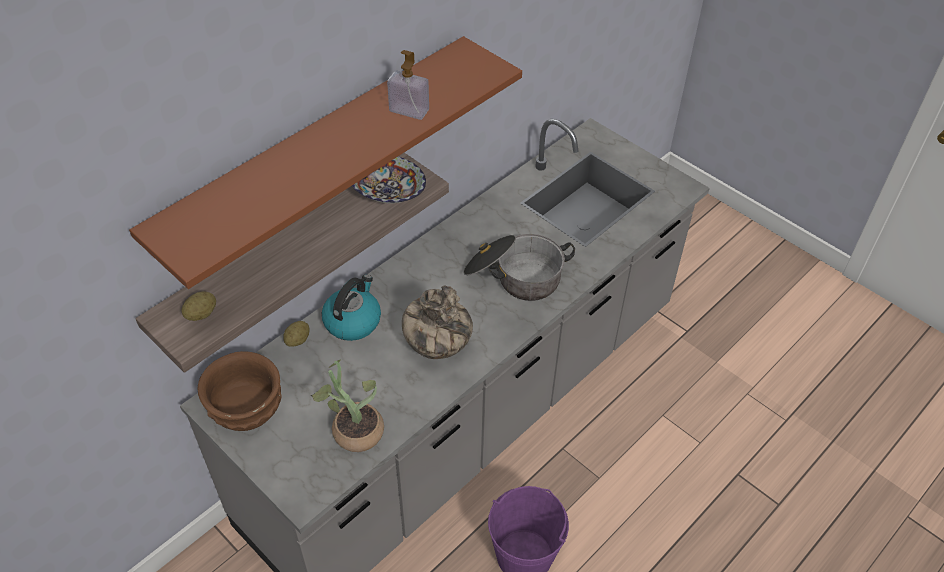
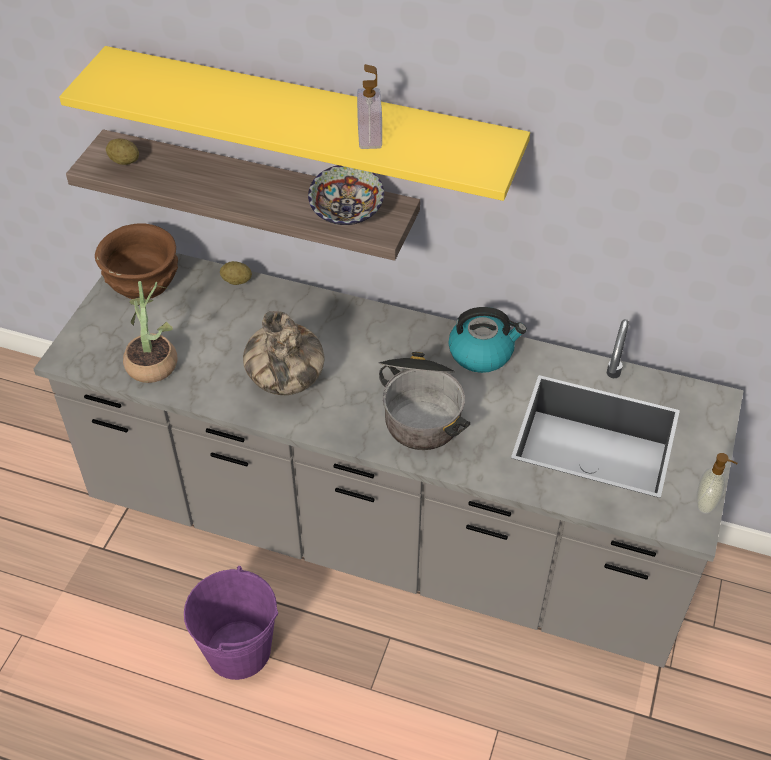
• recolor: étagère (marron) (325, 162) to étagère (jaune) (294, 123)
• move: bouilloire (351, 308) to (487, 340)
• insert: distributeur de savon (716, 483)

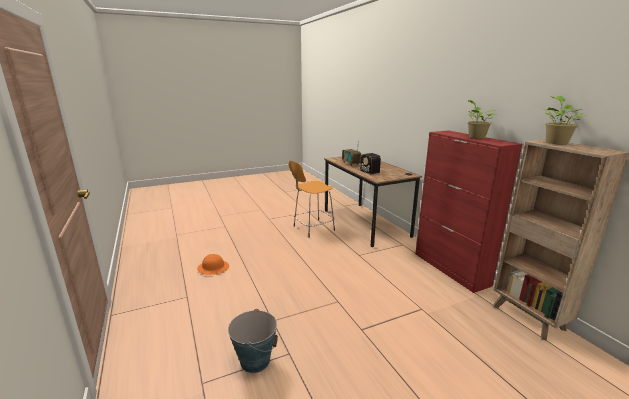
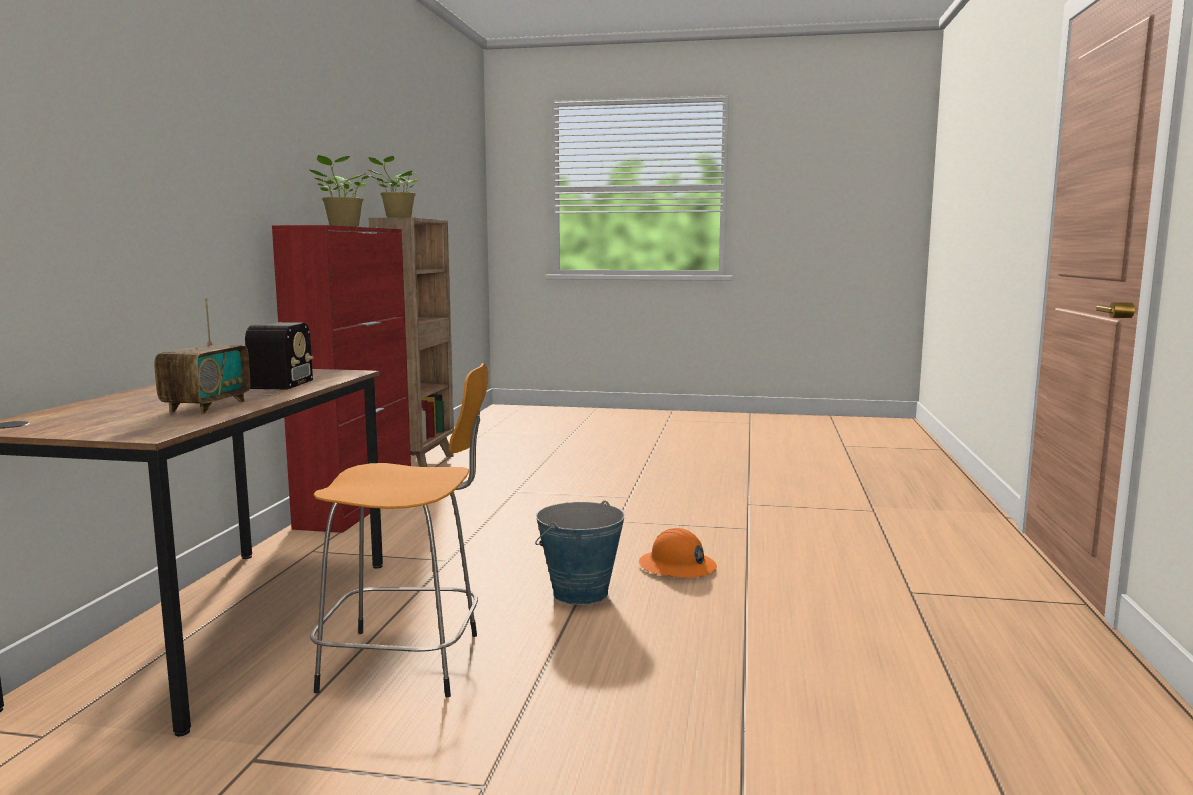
• move: casque de chantier (orange) (213, 264) to (678, 553)
• move: seau (253, 341) to (580, 553)

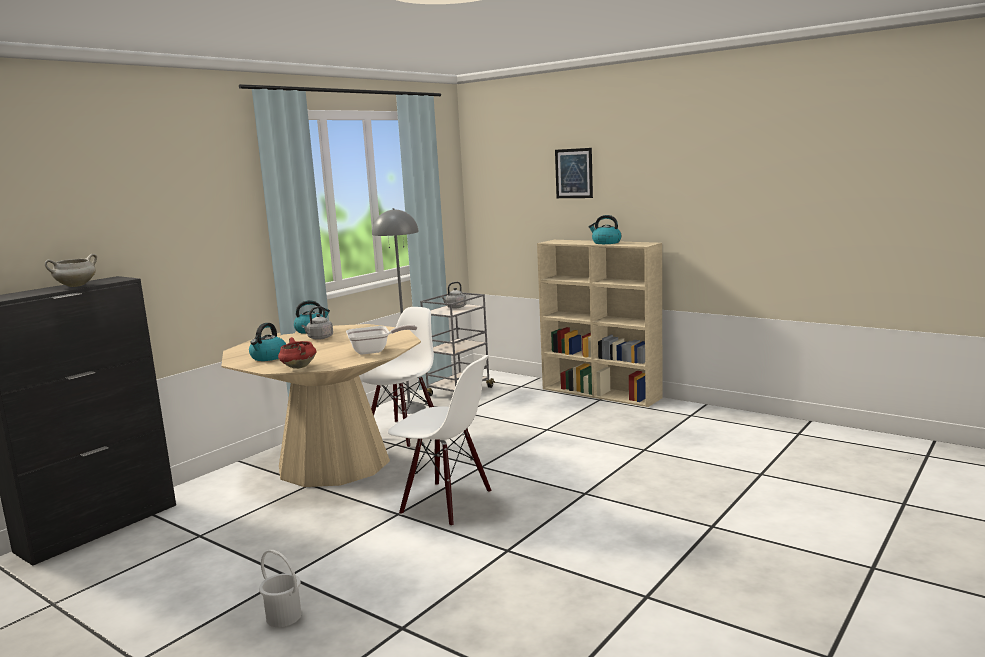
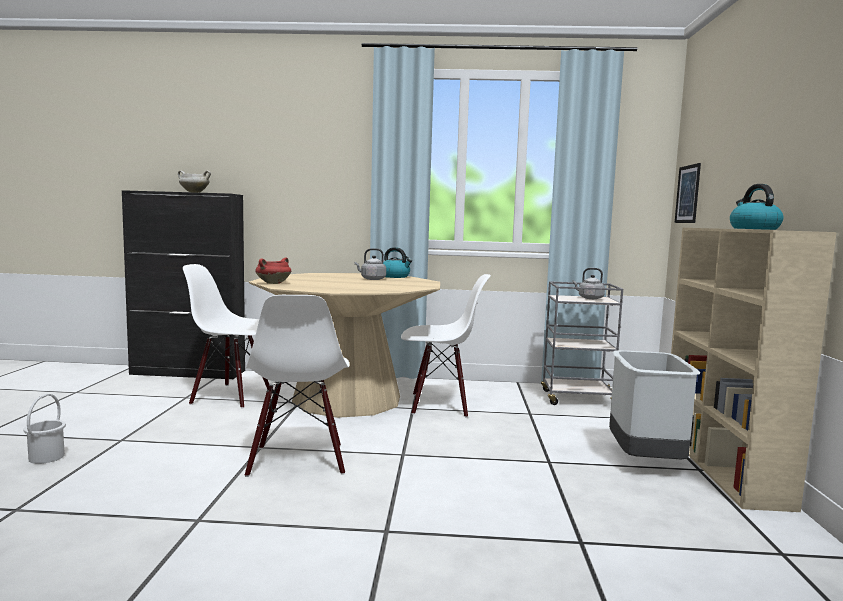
• move: tableau (574, 173) to (688, 193)
• delete: lampadaire (gris) (399, 311)
• delete: bouilloire (267, 342)
• delete: poêle (381, 340)
• insert: chaise (blanc) (226, 336)
• insert: poubelle (gris) (654, 404)

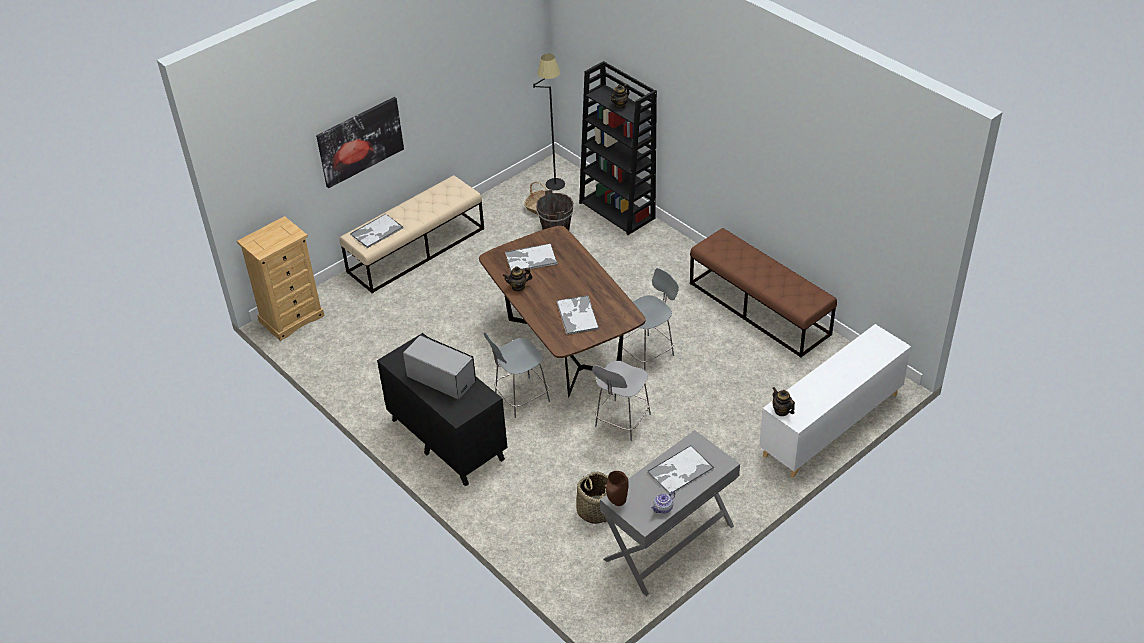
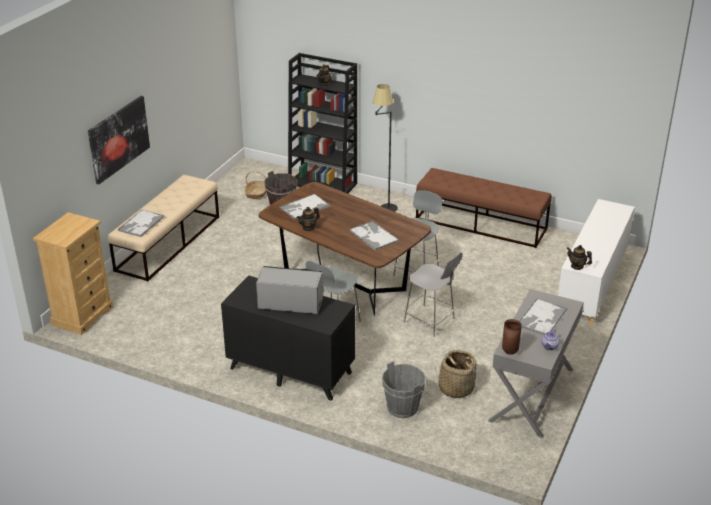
• move: lampadaire (noir) (549, 121) to (385, 148)
• rotate: chaise (gris) (621, 401) = (433, 294) 60 degrees counterclockwise
• insert: seau (gris) (404, 389)

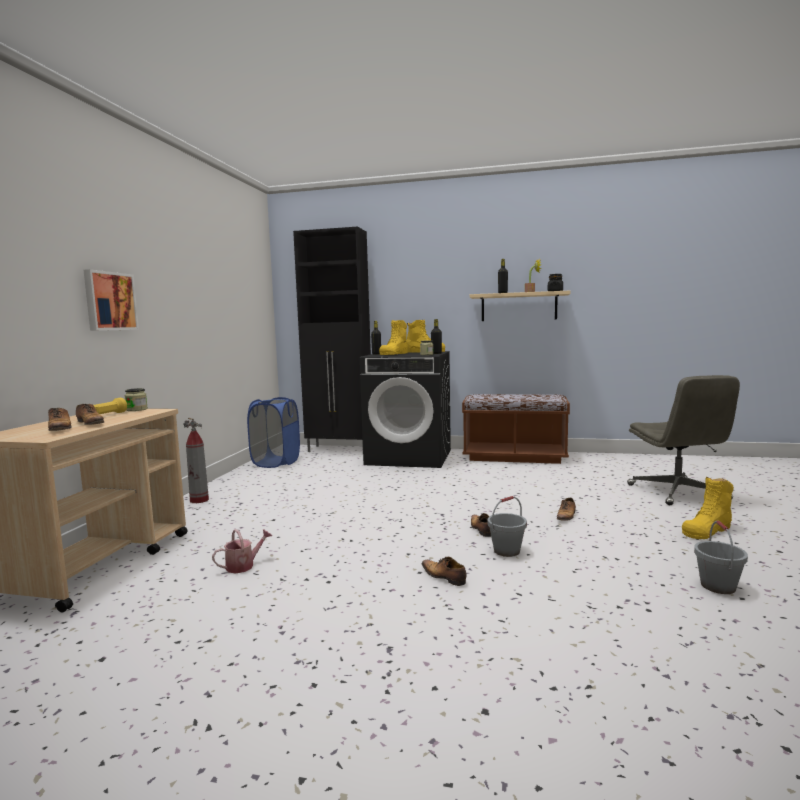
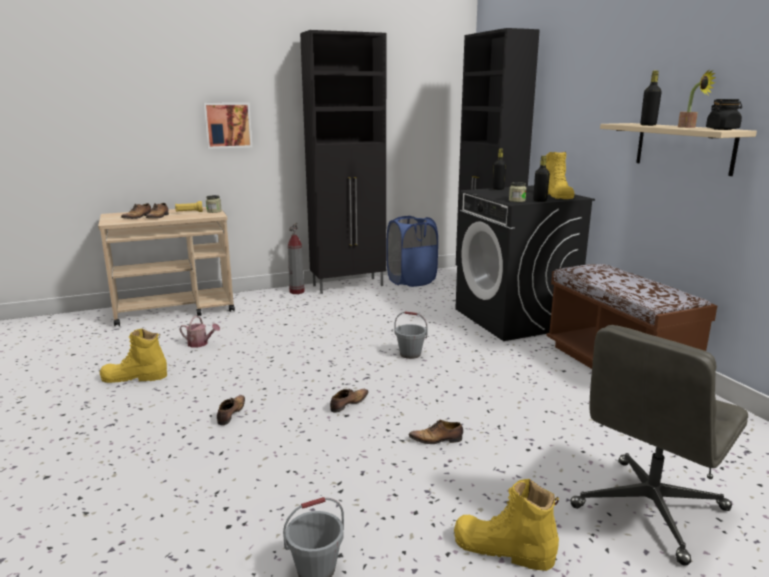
• move: botte (jaune) (393, 337) to (133, 356)
• move: seau (gris) (507, 526) to (411, 335)
• insert: meuble de rangement (noir) (343, 162)

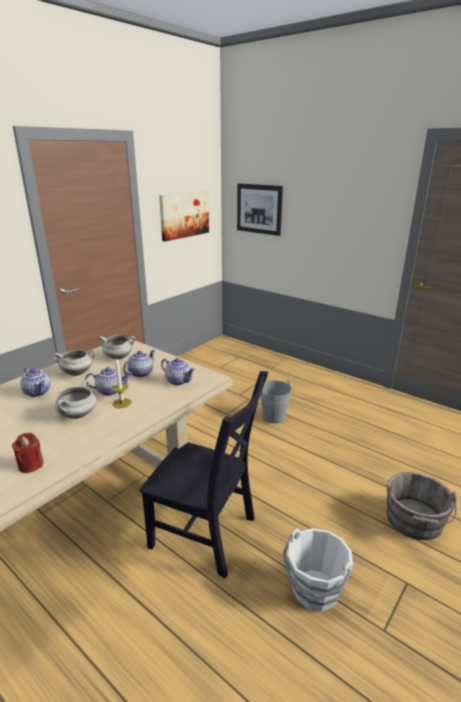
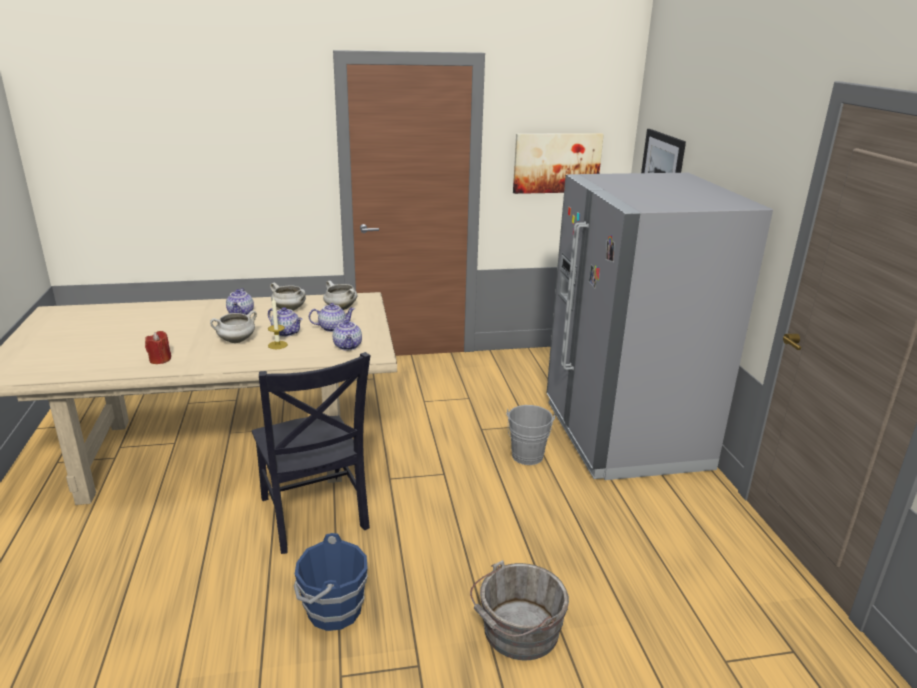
• recolor: seau (blanc) (318, 570) to seau (bleu) (331, 582)
• insert: réfrigérateur (gris) (660, 326)

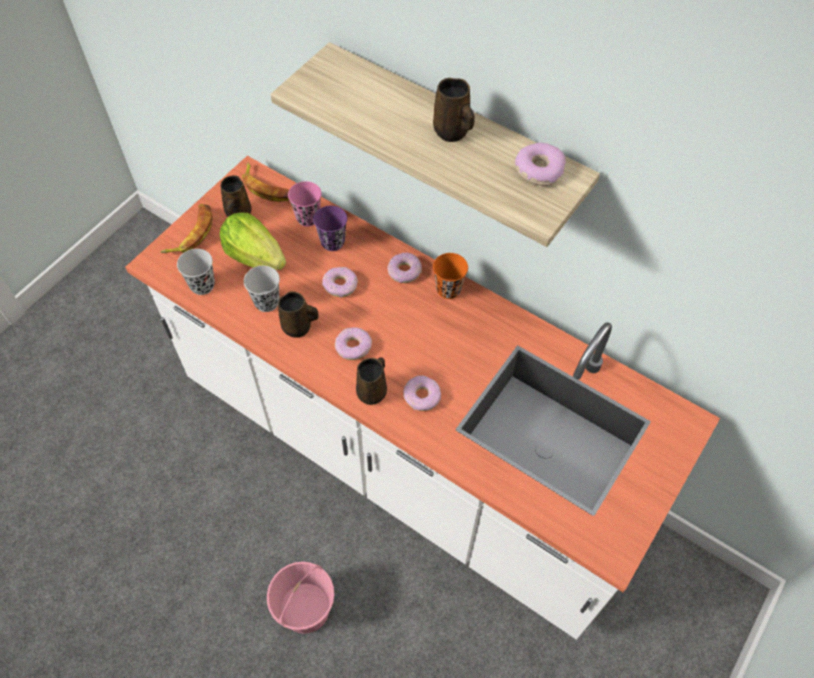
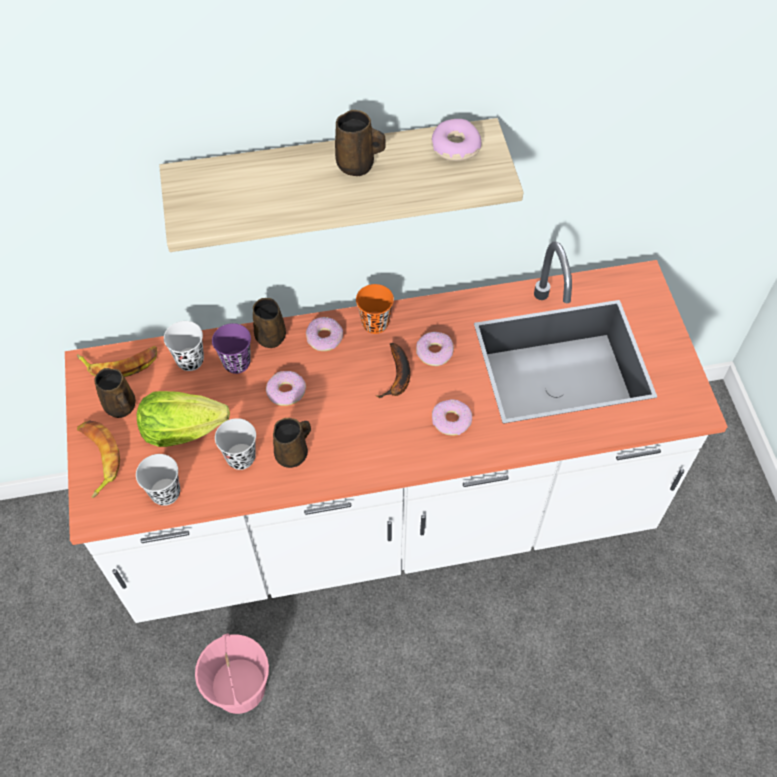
• recolor: tasse (rose) (305, 204) to tasse (blanc) (184, 346)
• move: beignet (353, 343) to (435, 349)
• move: mug (marron) (371, 381) to (269, 323)
• move: seau (rose) (300, 598) to (232, 674)
• insert: banane (393, 370)

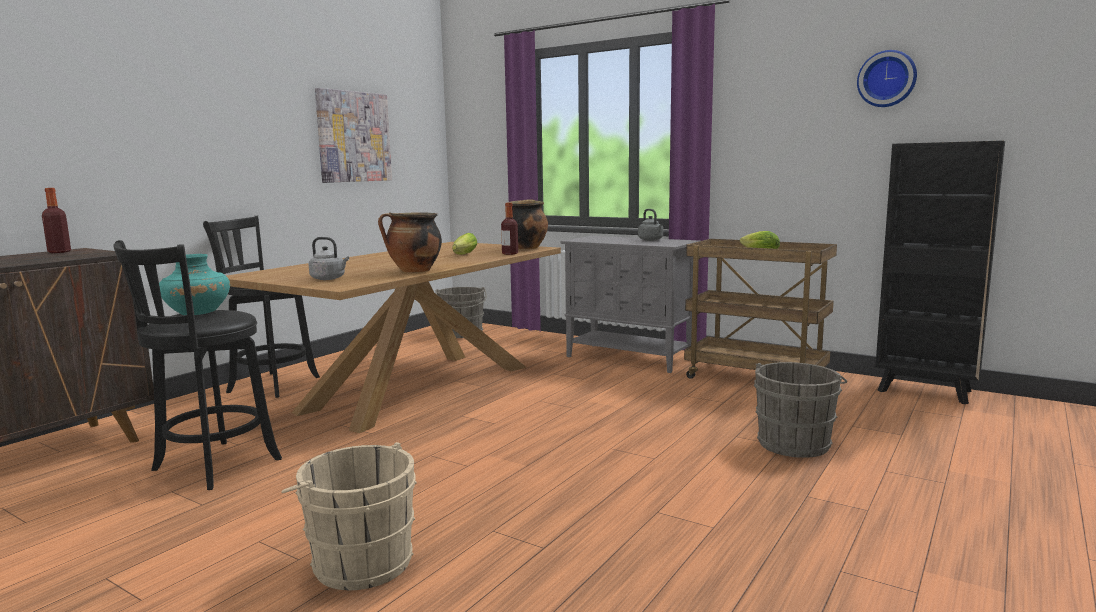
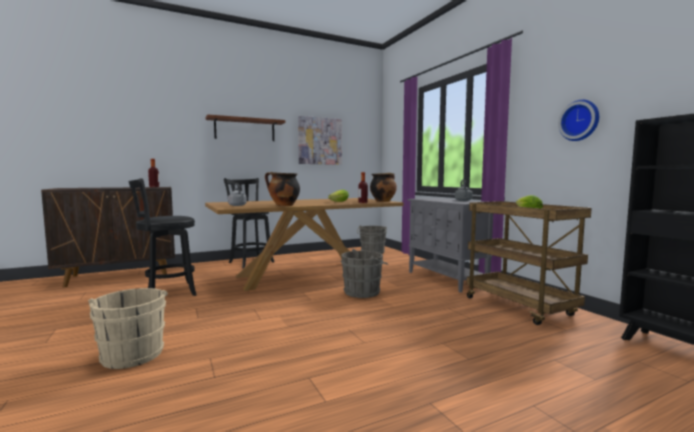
• move: horloge murale (887, 78) to (578, 120)
• delete: vase (turquoise) (194, 284)
• move: seau (gris) (800, 410) to (364, 273)
• insert: étagère (marron) (245, 127)

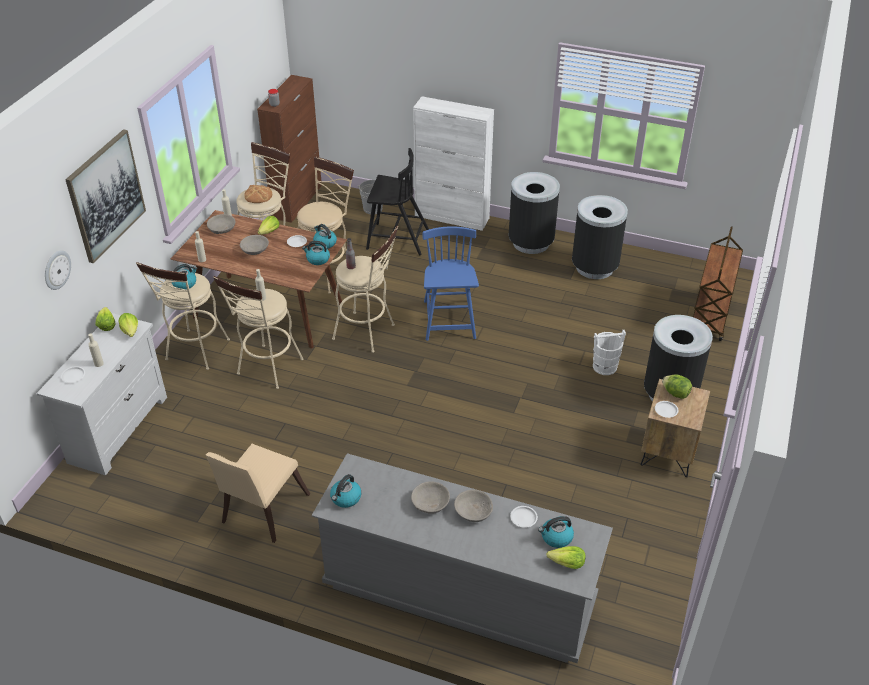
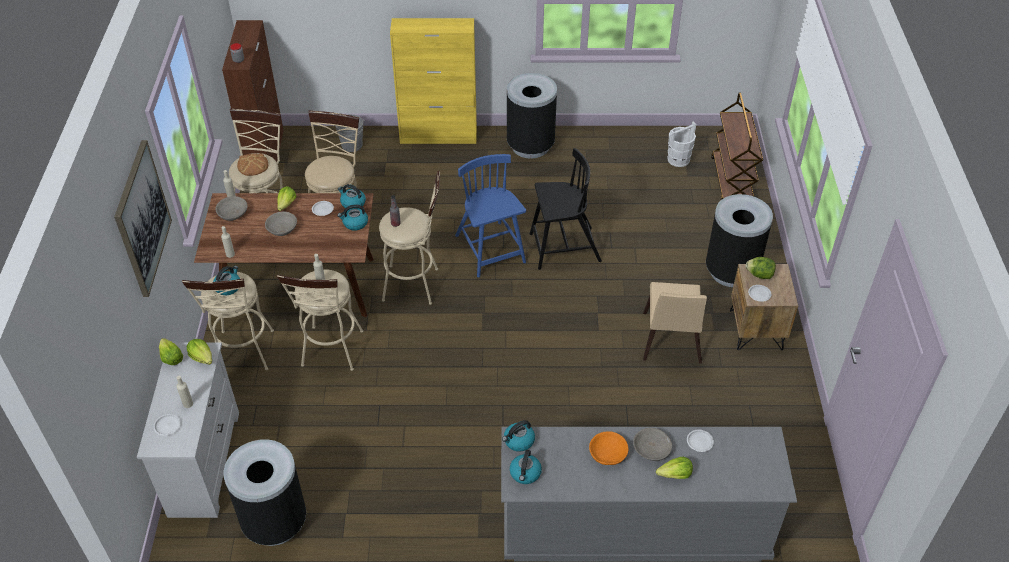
• recolor: meuble de rangement (blanc) (453, 163) to meuble de rangement (jaune) (433, 81)
• move: chaise (noir) (397, 201) to (566, 209)
• move: poubelle (noir) (600, 237) to (265, 492)
• delete: horloge murale (58, 270)
• move: seau (blanc) (609, 352) to (682, 144)
• move: chaise (beige) (258, 493) to (675, 323)
• recolor: bol (gris) (430, 497) to bol (orange) (609, 448)
• move: bouilloire (556, 532) to (518, 436)
• move: laitue (566, 557) to (674, 468)

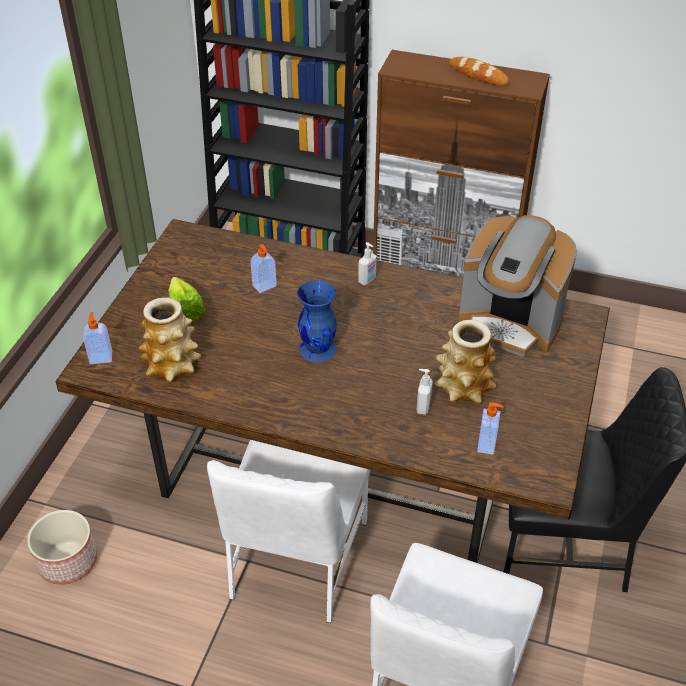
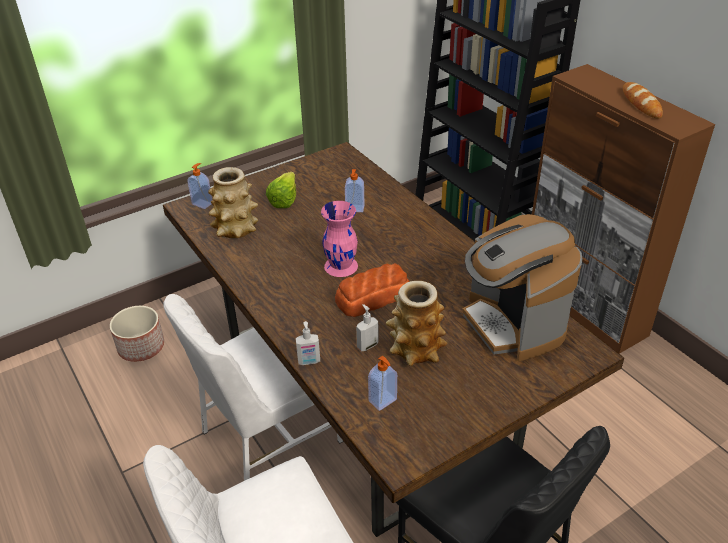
• move: distributeur de savon (367, 263) to (308, 343)
• recolor: vase (bleu) (317, 321) to vase (rose) (339, 239)
• insert: pain (372, 290)

